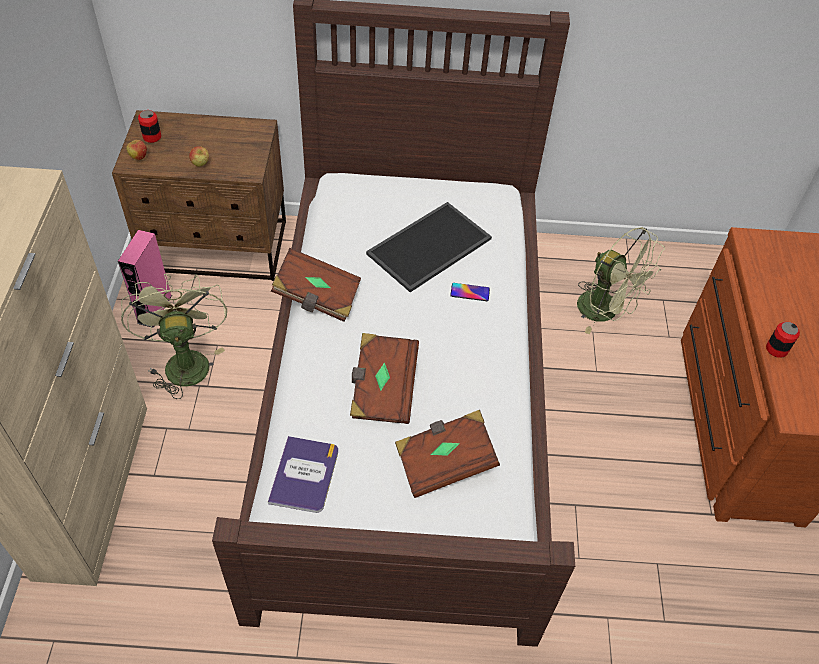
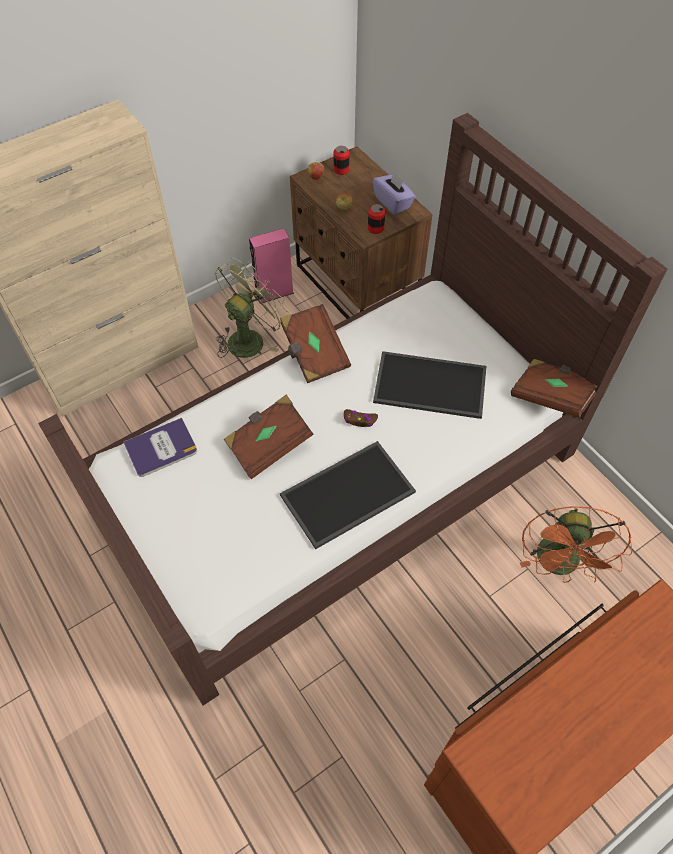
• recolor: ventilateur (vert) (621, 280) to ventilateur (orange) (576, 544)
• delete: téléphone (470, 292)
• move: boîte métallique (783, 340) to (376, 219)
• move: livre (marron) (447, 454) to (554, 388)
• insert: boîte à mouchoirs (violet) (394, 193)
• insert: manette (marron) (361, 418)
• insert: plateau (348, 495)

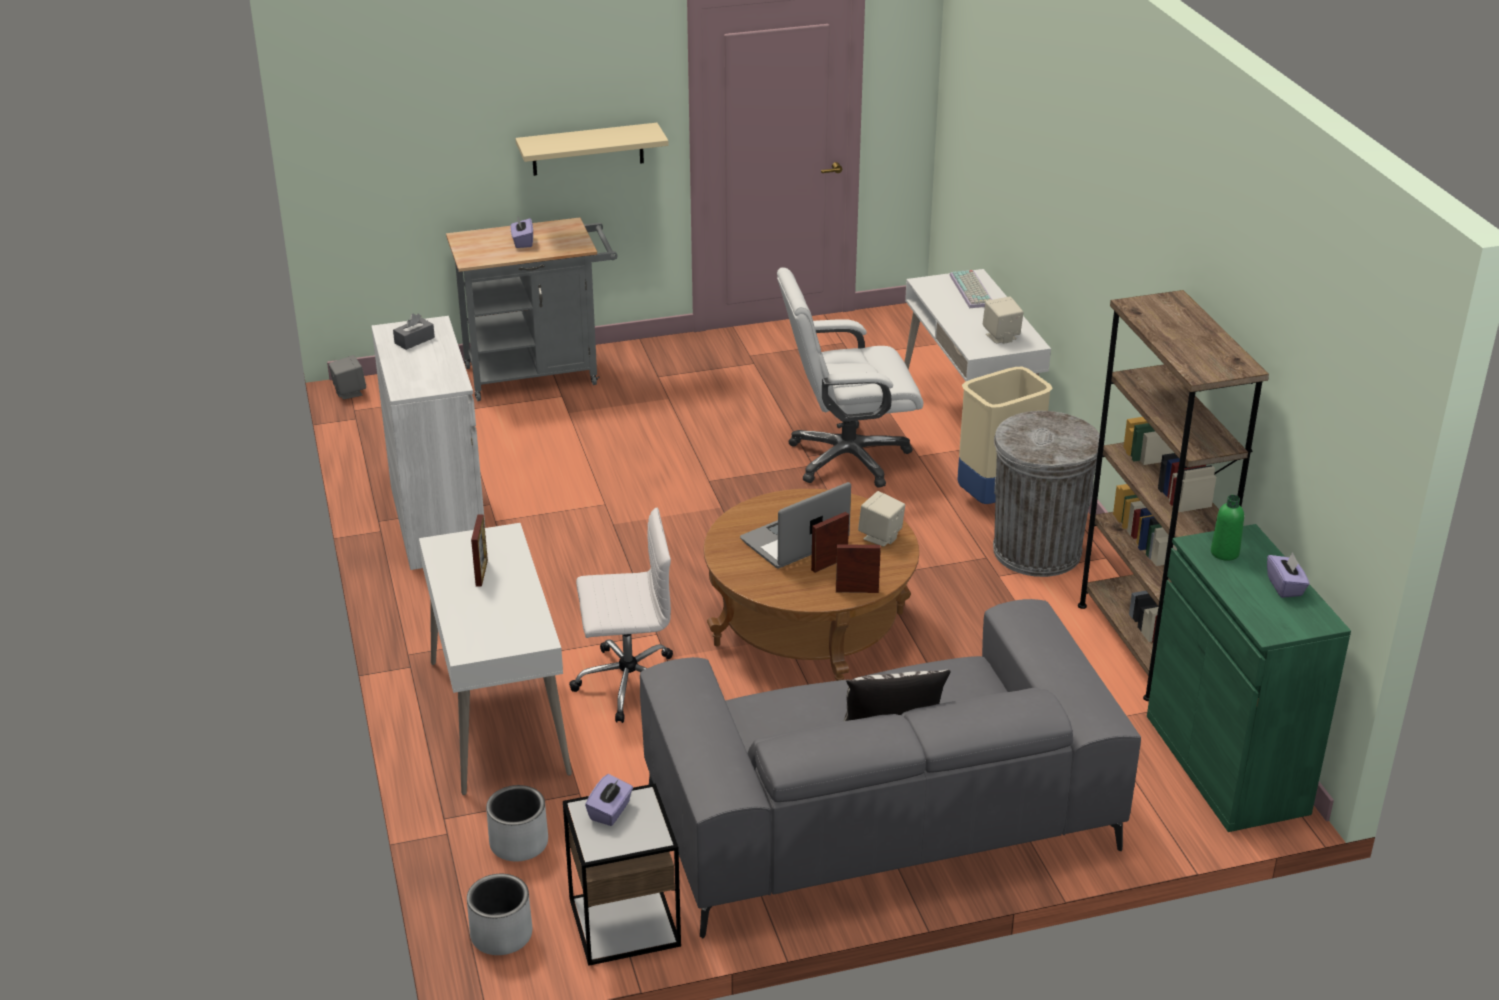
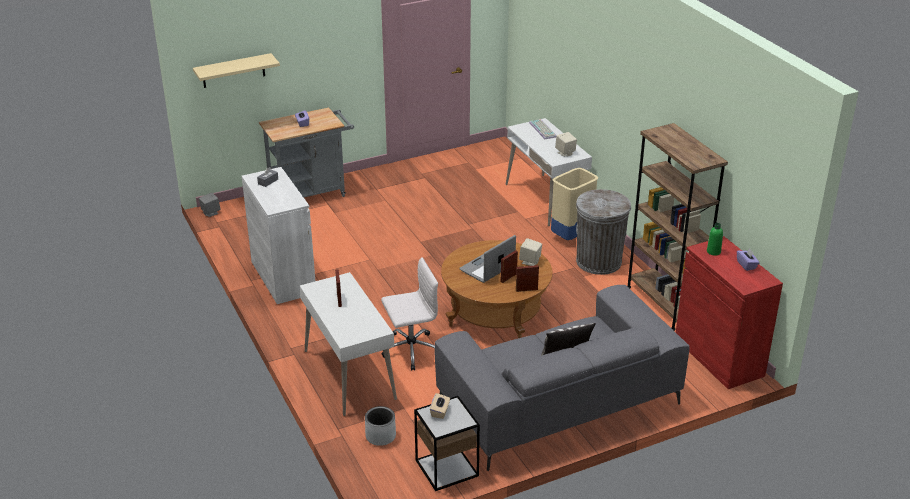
• move: étagère (beige) (592, 149) to (236, 70)
• delete: chaise de bureau (blanc) (850, 377)
• recolor: meuble de rangement (vert) (1249, 678) to meuble de rangement (rouge) (729, 312)
• recolor: boîte à mouchoirs (violet) (609, 800) to boîte à mouchoirs (beige) (440, 406)
• delete: cache-pot (gris) (499, 914)

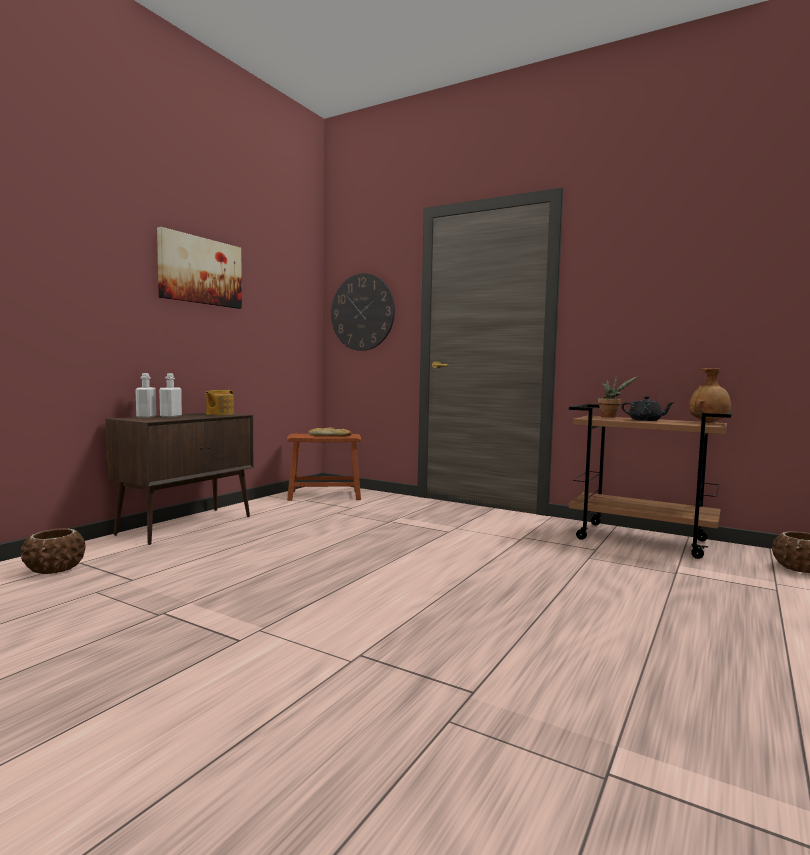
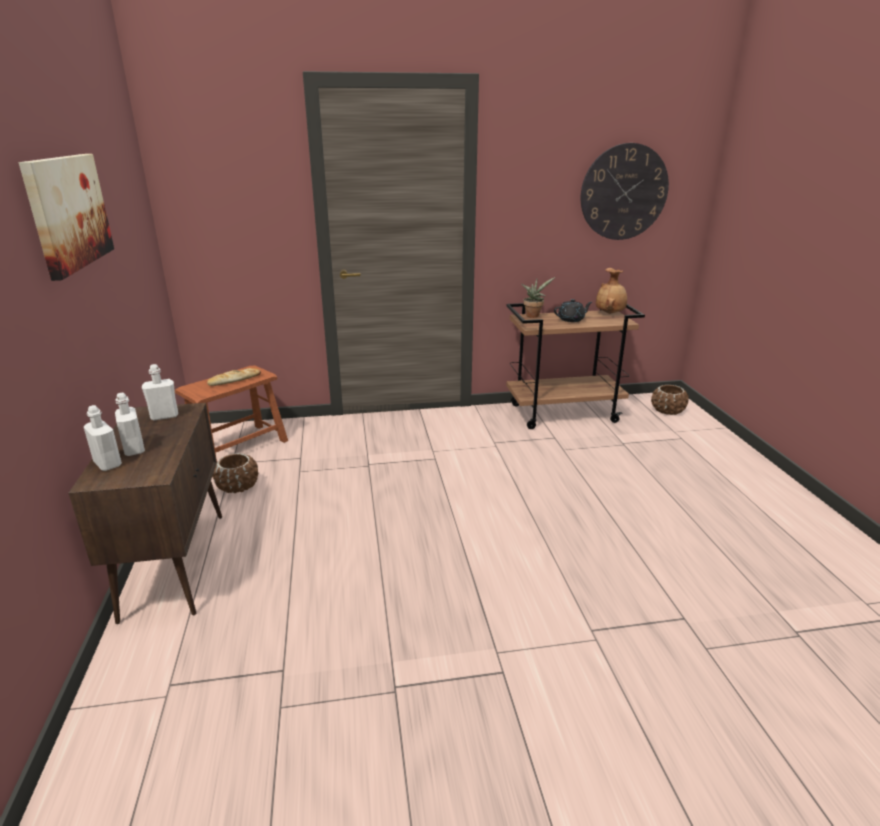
• move: horloge murale (363, 312) to (625, 191)
• replace: théière (219, 402) to bouteille (blanc) (160, 392)
• move: cache-pot (marron) (53, 551) to (235, 473)

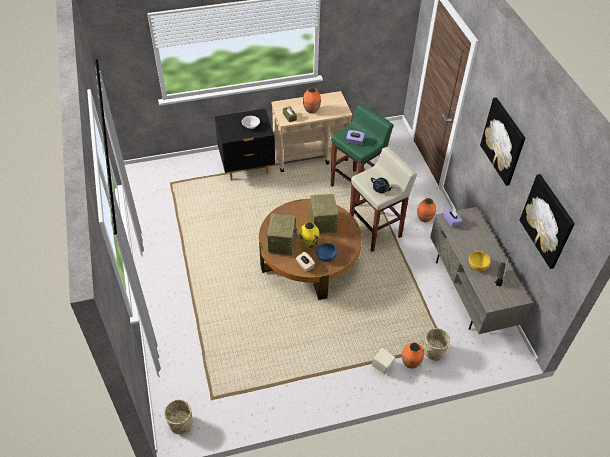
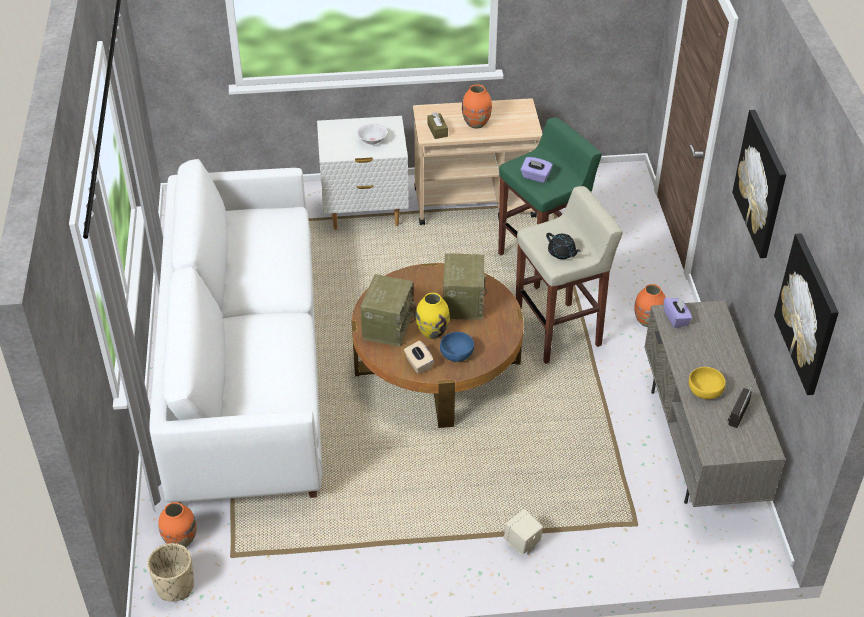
• recolor: table de chevet (noir) (245, 145) to table de chevet (blanc) (363, 173)
• delete: cache-pot (beige) (436, 344)
• move: vase (orange) (413, 355) to (177, 524)
• insert: canapé (blanc) (236, 331)

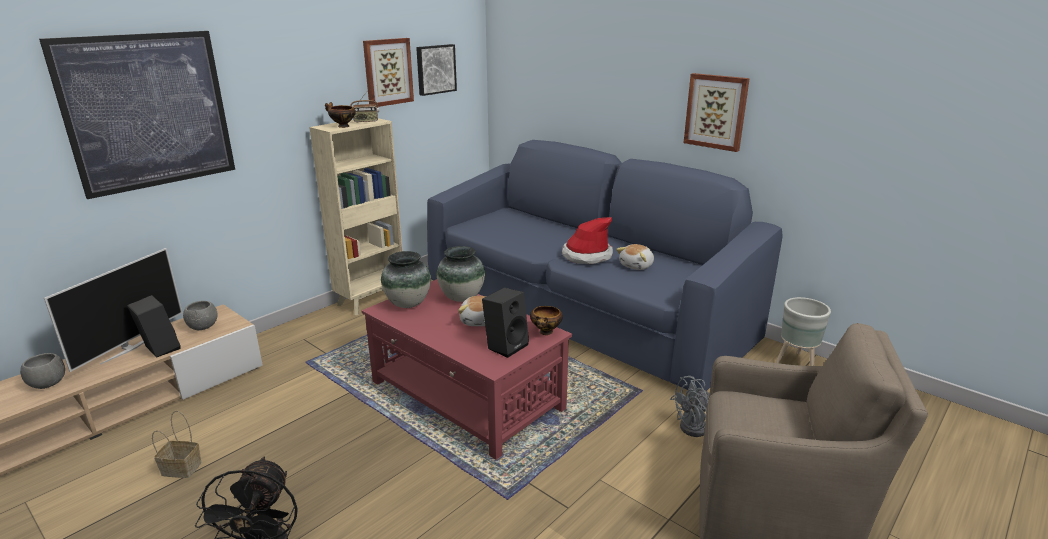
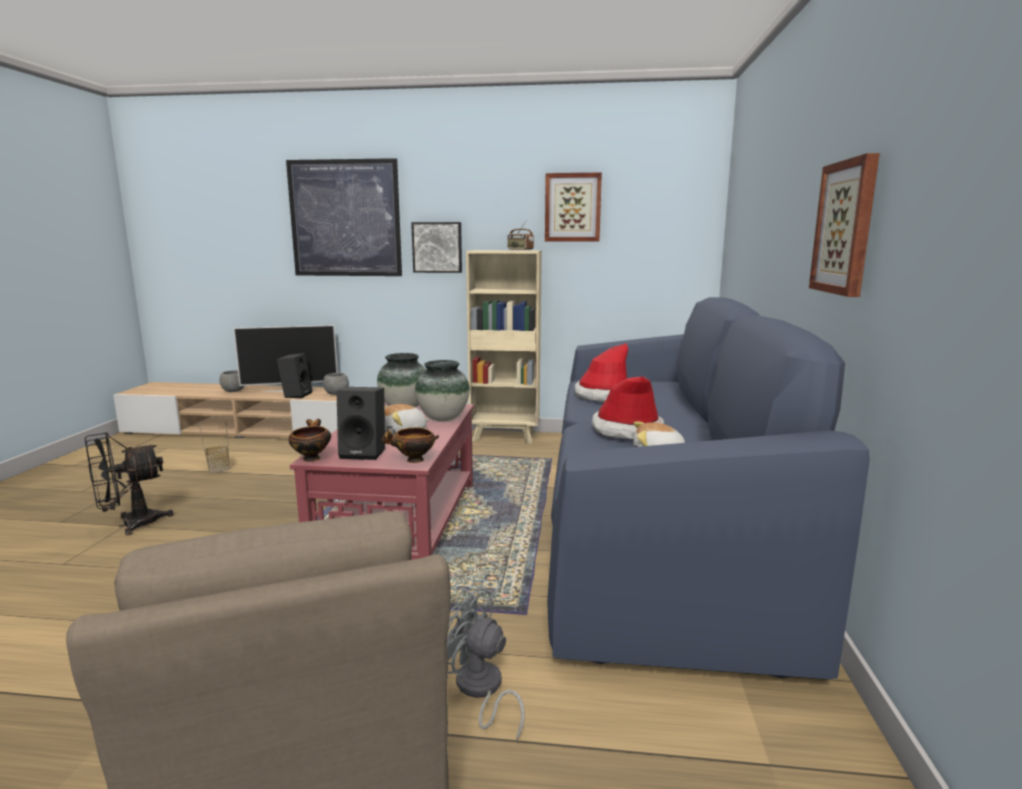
• move: tableau (436, 70) to (436, 247)
• move: bol (340, 115) to (310, 440)
• delete: cache-pot (gris) (803, 331)
• insert: chapeau (601, 372)

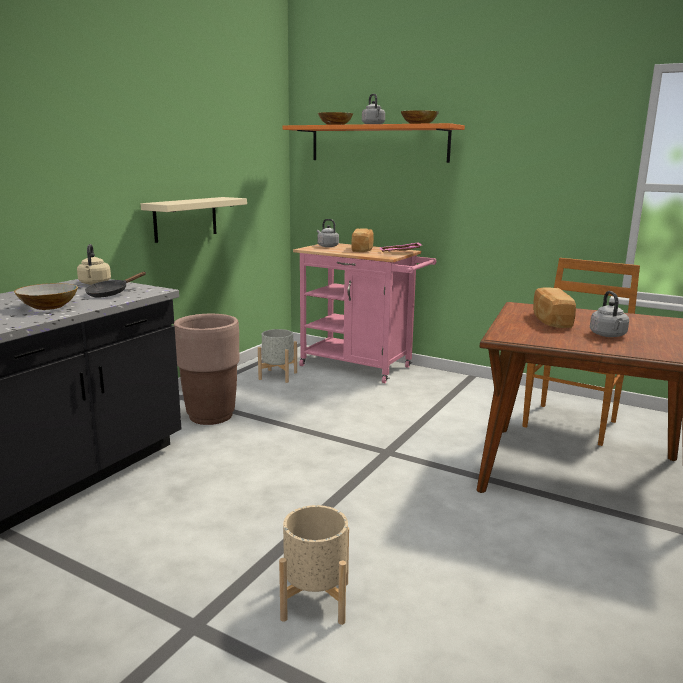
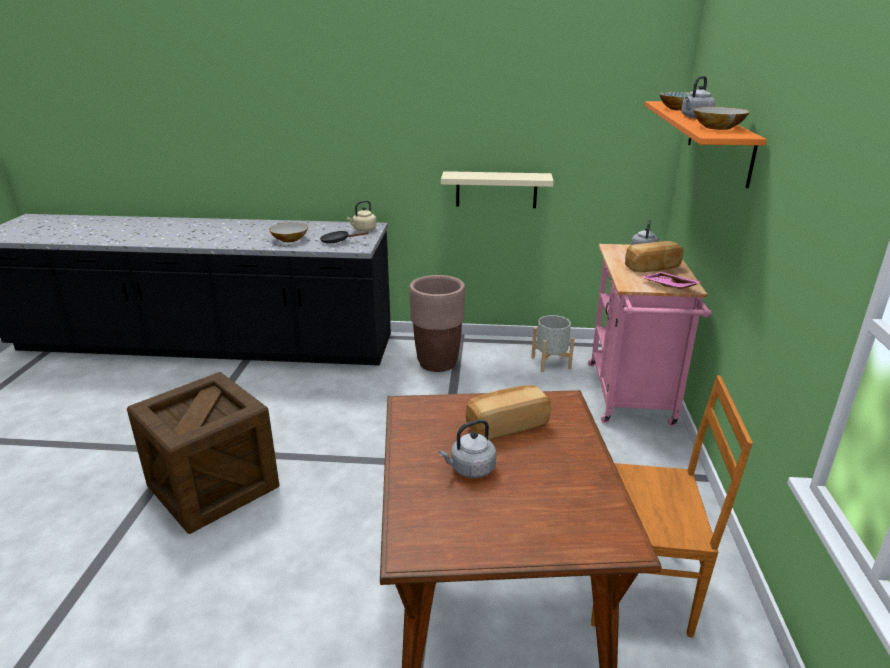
• replace: cache-pot (beige) (314, 565) to caisse (203, 453)

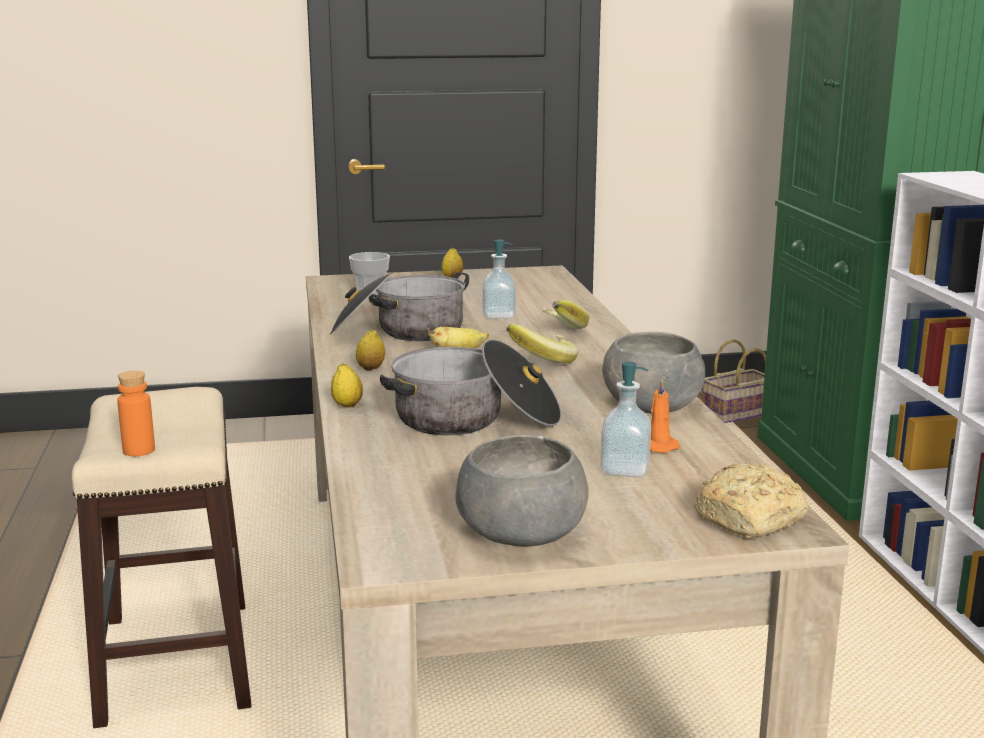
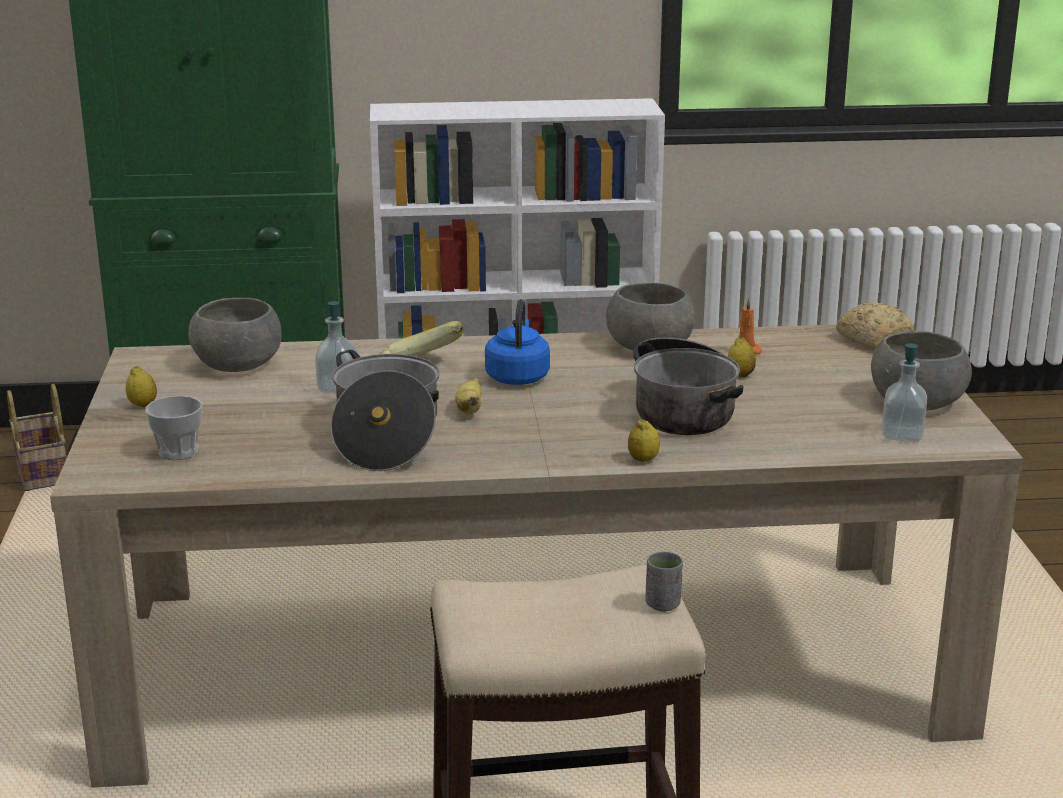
• replace: banane (542, 344) to bouilloire (bleu) (517, 342)
• move: citron (370, 350) to (742, 357)
• move: distributeur de savon (625, 419) to (904, 392)
• replace: bouteille (orange) (136, 413) to tasse (gris) (664, 581)
• insert: bol (gris) (235, 335)

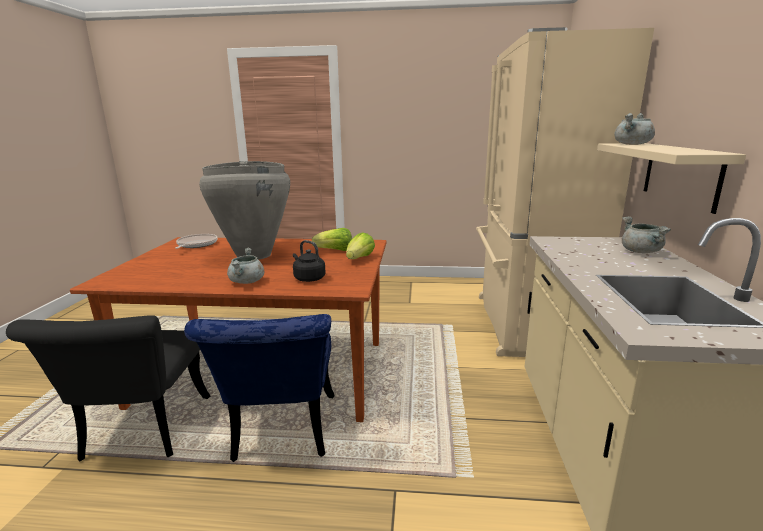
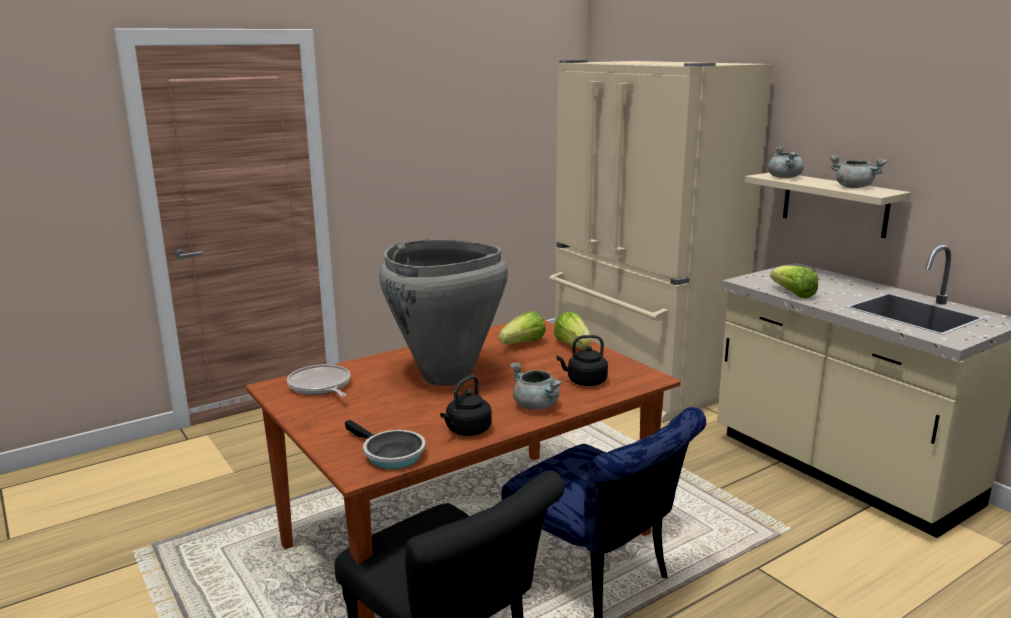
• move: marmite (gris) (646, 234) to (858, 171)
• insert: laitue (794, 281)
• insert: bouilloire (noir) (466, 406)
• insert: poêle (385, 444)

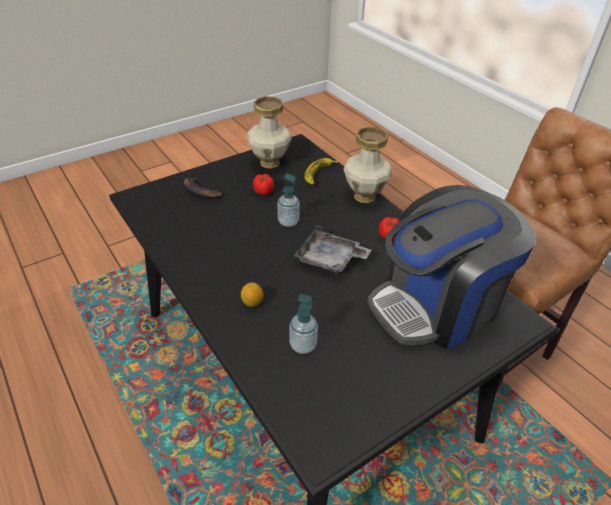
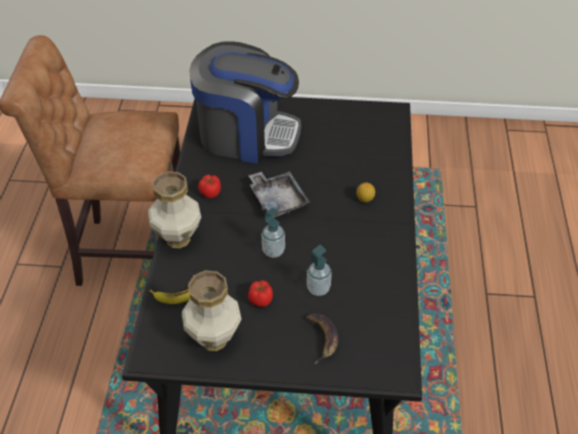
• move: distributeur de savon (303, 324) to (319, 270)

